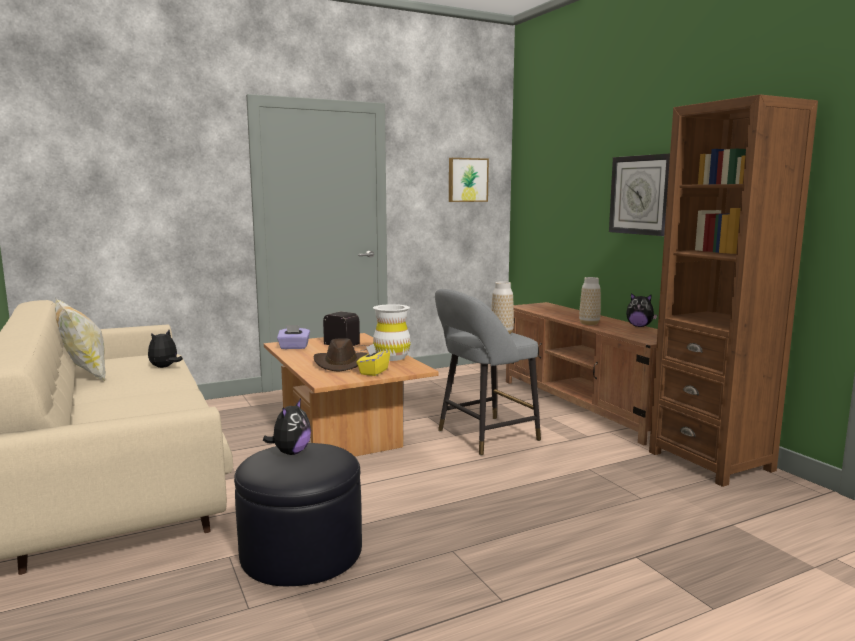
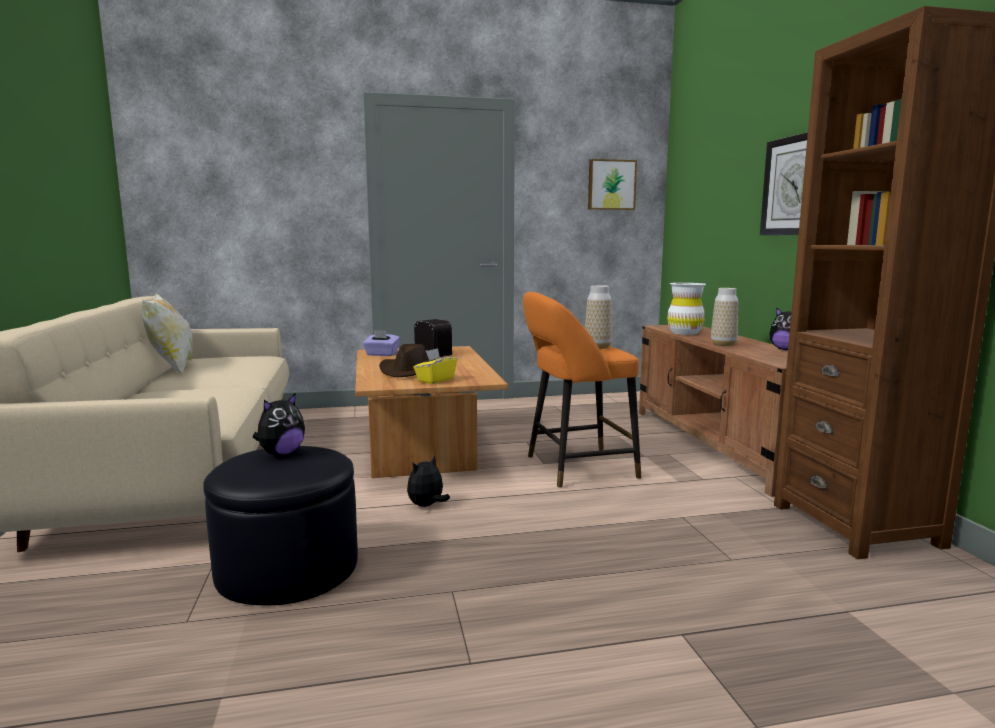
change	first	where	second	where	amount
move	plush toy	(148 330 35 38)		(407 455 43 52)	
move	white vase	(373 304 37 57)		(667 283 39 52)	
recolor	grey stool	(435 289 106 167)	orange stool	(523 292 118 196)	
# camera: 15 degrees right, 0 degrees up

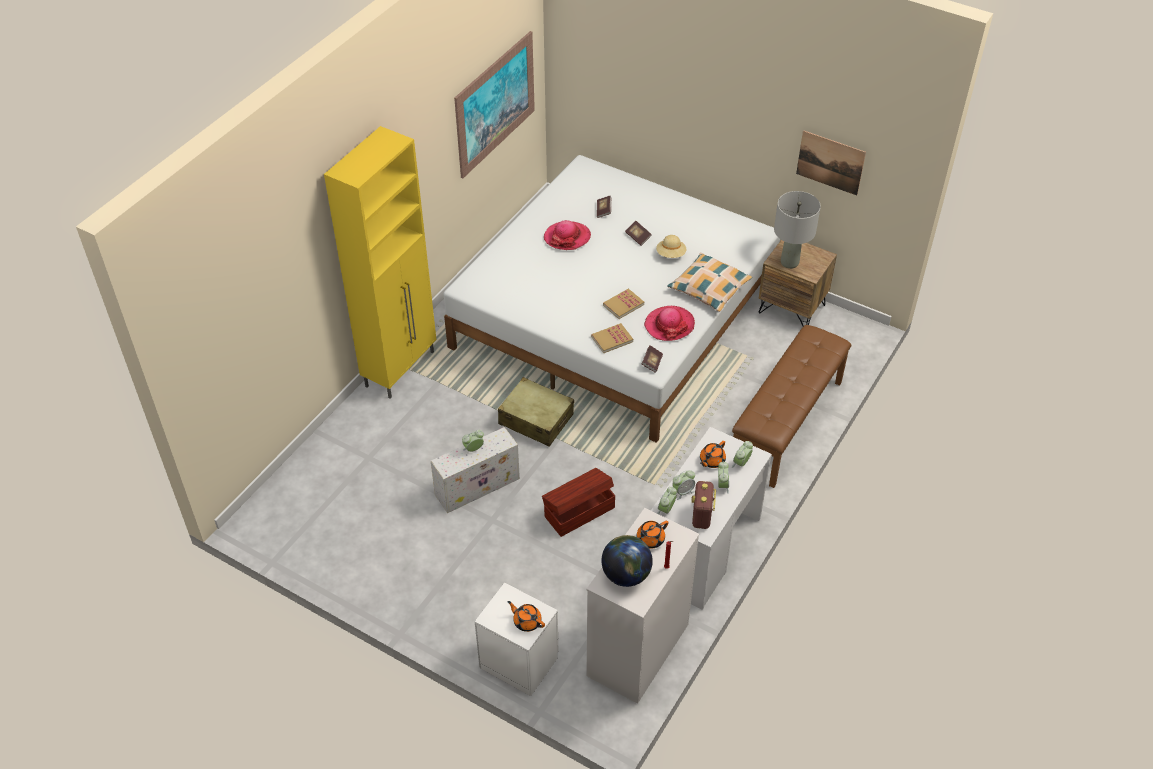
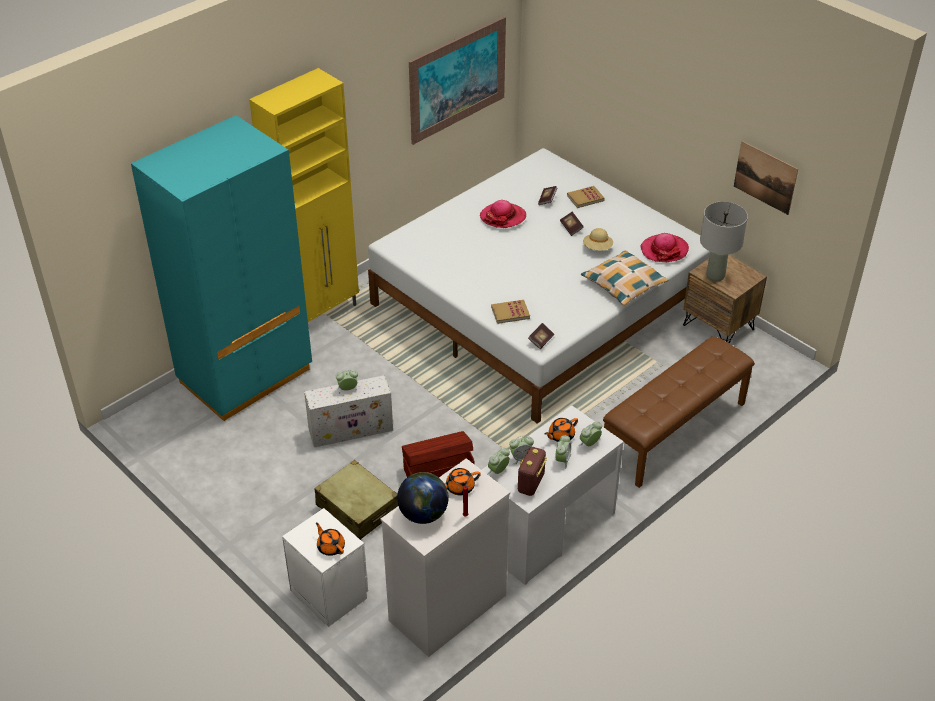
change	first	where	second	where	amount
move	beige suitcase	(498 377 76 70)		(314 460 84 80)	
move	book	(603 289 41 30)		(567 186 38 22)	
move	hat	(644 306 51 35)		(640 233 49 29)	
insert			turquoise wardrobe	(131 115 181 306)	
# camera: 15 degrees right, 5 degrees down

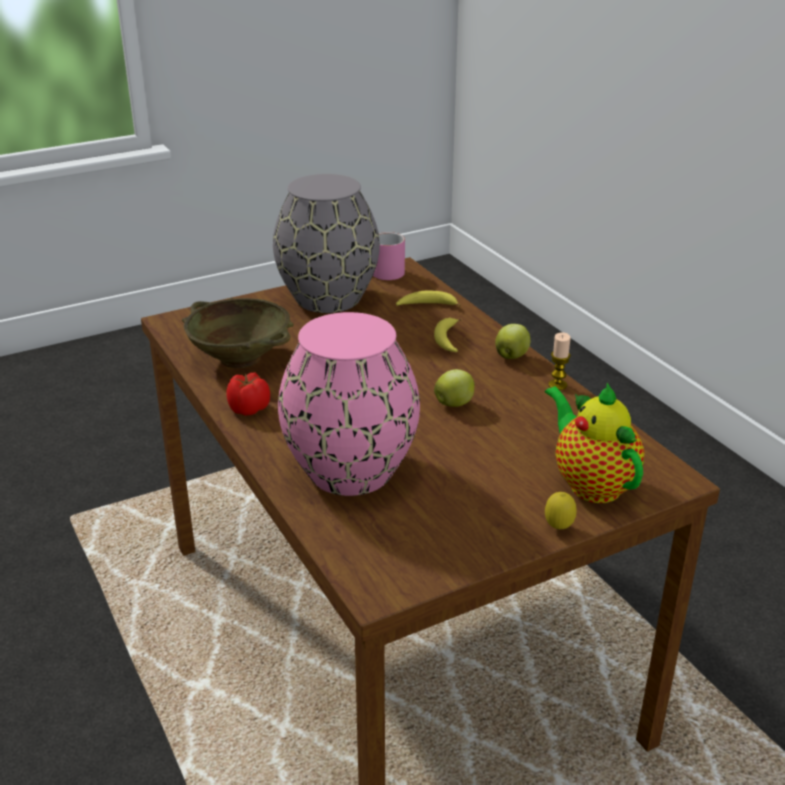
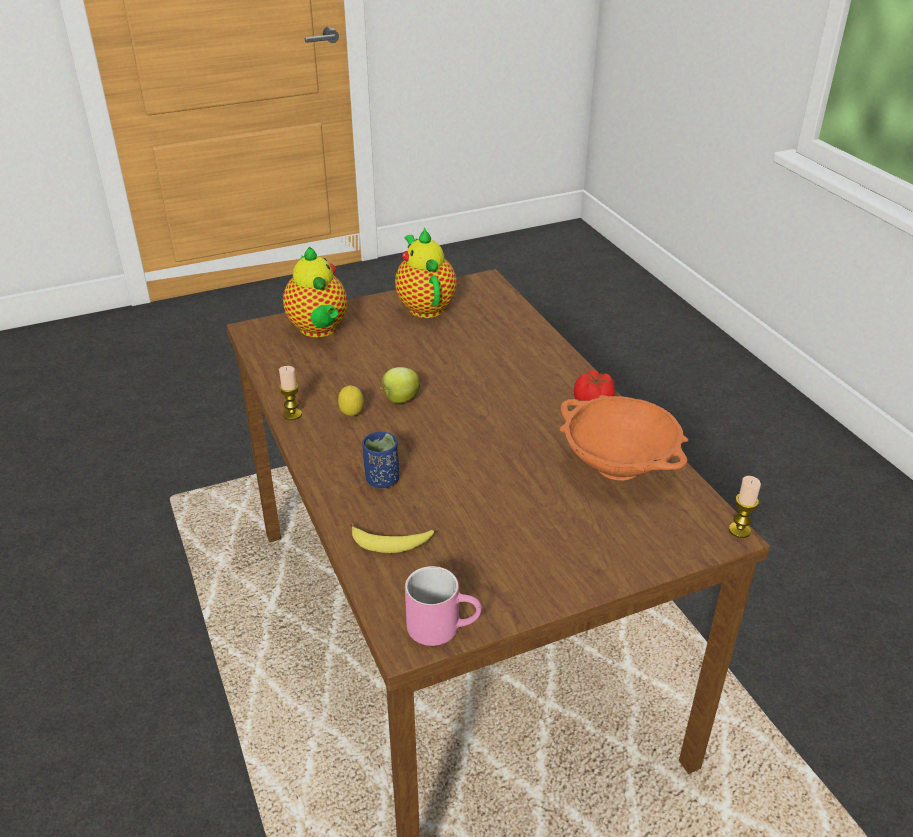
change	first	where	second	where	amount
recolor	beige bowl	(182 298 112 70)	orange bowl	(560 395 128 85)	
delete	grey vase	(273 174 107 139)			
delete	pink vase	(278 312 142 184)			
replace	banana	(434 318 28 34)	blue cup	(362 432 37 56)	
delete	apple	(495 324 35 35)			
move	lemon	(545 492 32 37)		(338 385 26 31)	
insert			teapot	(395 227 62 91)	
insert			candle	(729 476 32 62)	
# camera: 175 degrees left, 5 degrees up

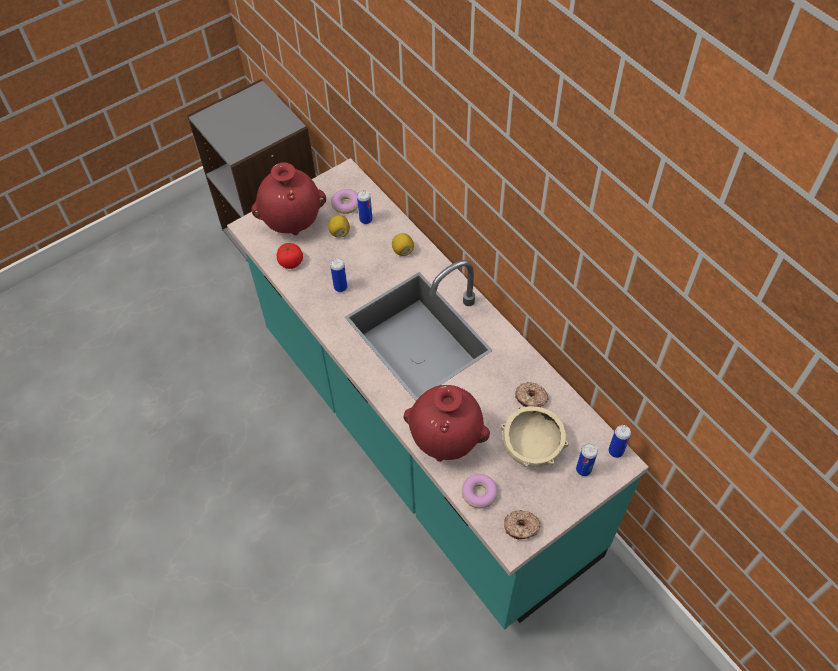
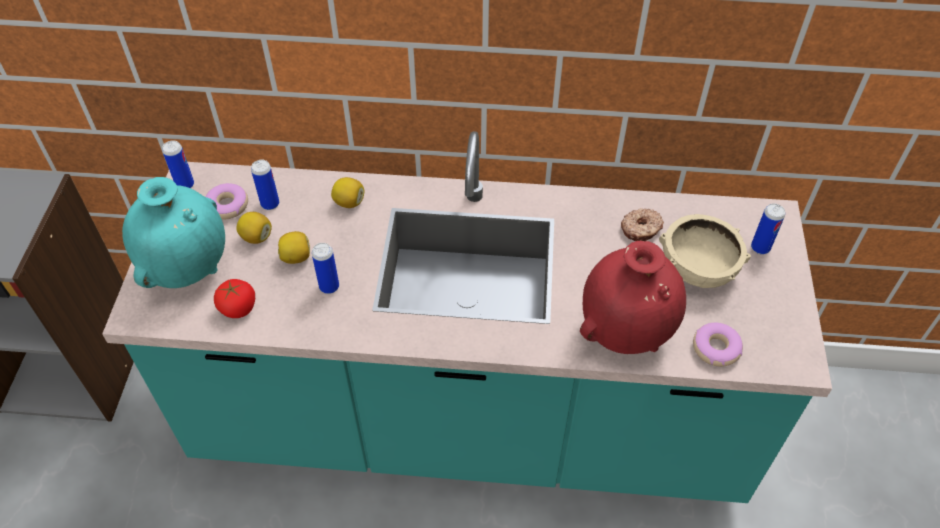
change	first	where	second	where	amount
recolor	red vase	(251 162 75 73)	turquoise vase	(122 177 103 111)	
delete	donut	(504 510 37 30)			
move	can	(608 425 23 33)		(162 140 32 48)	
insert			lemon	(278 231 32 33)	
# camera: 50 degrees left, 5 degrees down

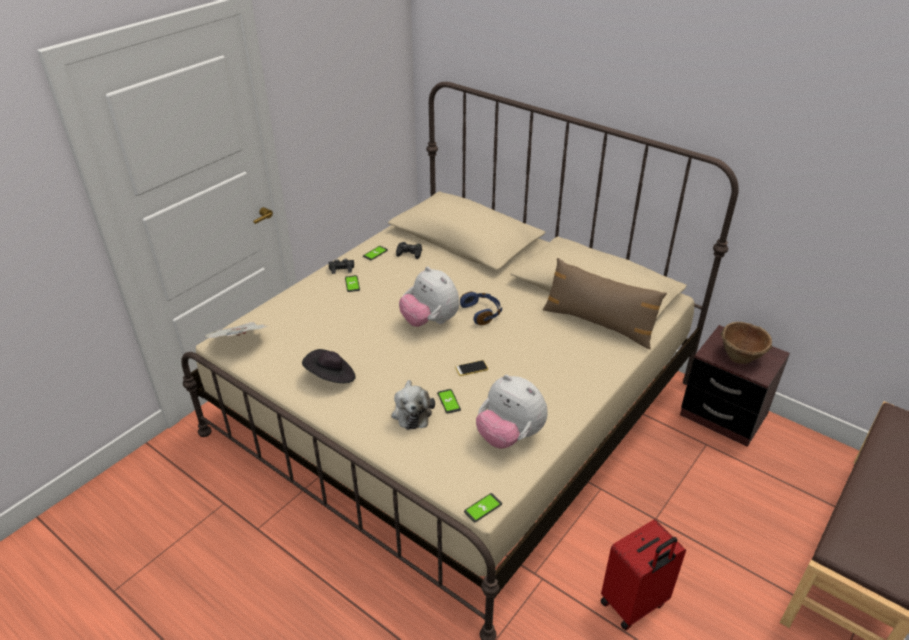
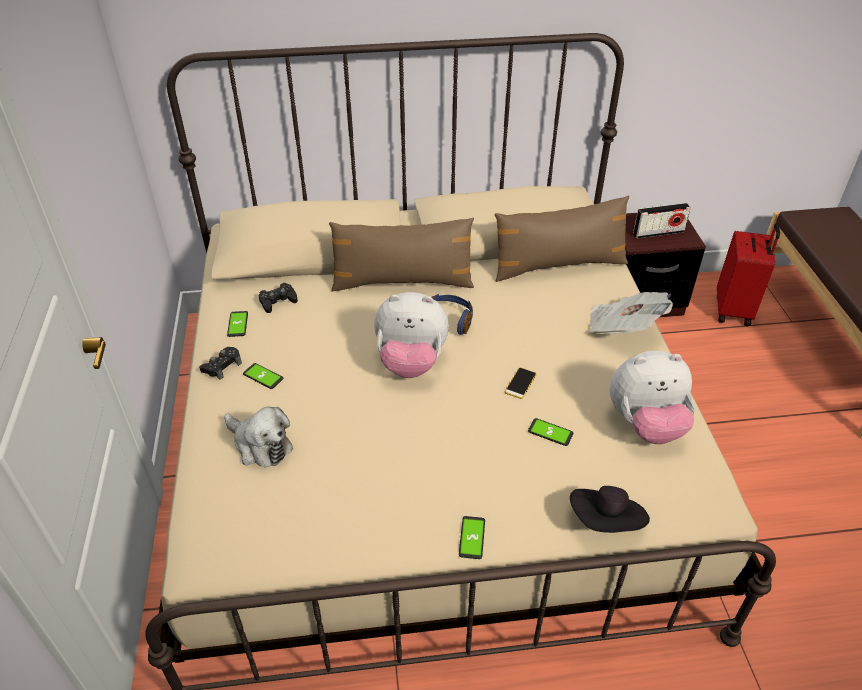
change	first	where	second	where	amount
move	newspaper	(205 322 62 16)		(588 292 85 42)	
move	black hat	(302 349 54 34)		(570 486 80 47)	
move	plush toy	(391 380 44 50)		(224 407 69 60)	
move	phone	(464 493 38 29)		(459 516 26 43)	
move	red suitcase	(601 519 85 111)		(717 223 63 104)	
replace	brown bowl	(720 322 52 42)	radio	(633 203 58 36)	
insert			brown pillow	(329 218 145 74)	
# camera: 45 degrees left, 5 degrees up

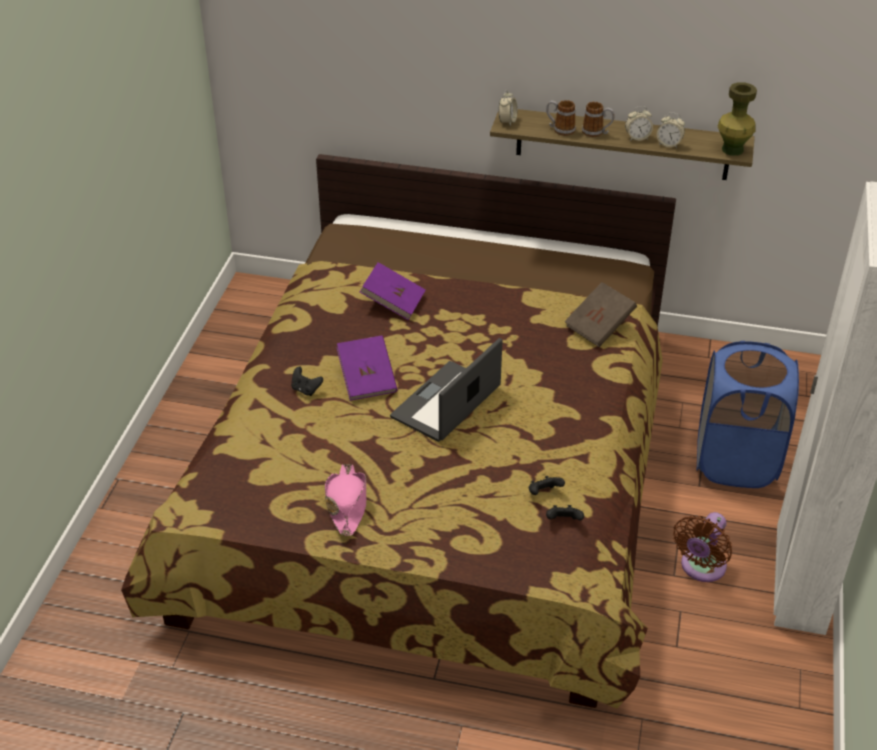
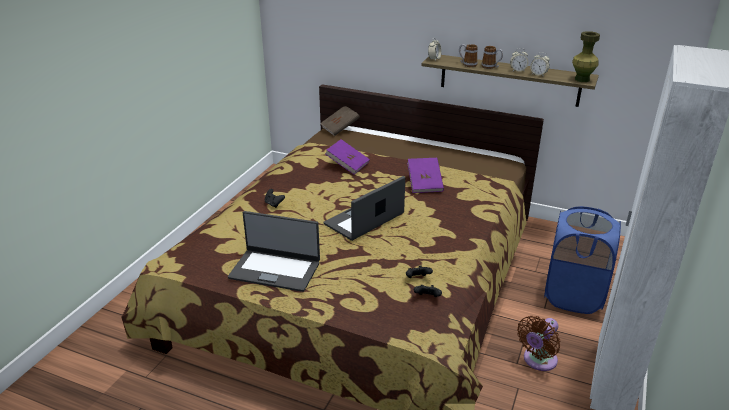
change	first	where	second	where	amount
replace	pink hat	(325 464 41 72)	laptop	(228 211 92 81)	
move	purple book	(336 336 62 65)		(407 158 37 35)	
move	brown book	(565 282 72 65)		(320 106 40 30)	
# camera: 10 degrees right, 10 degrees down

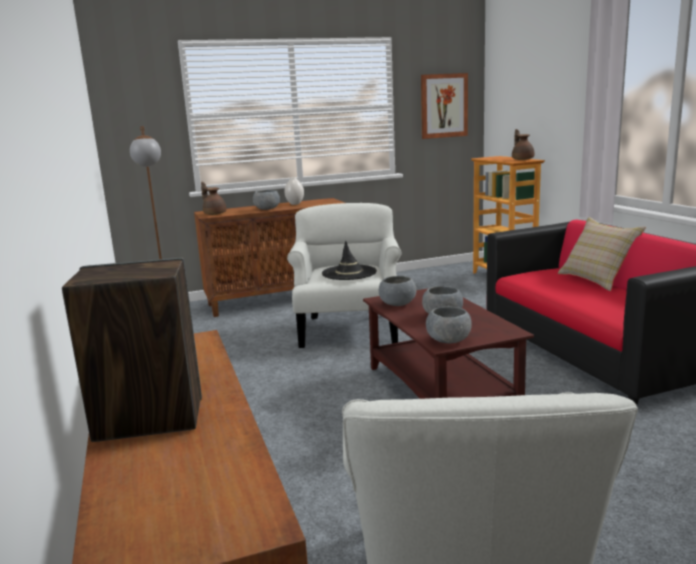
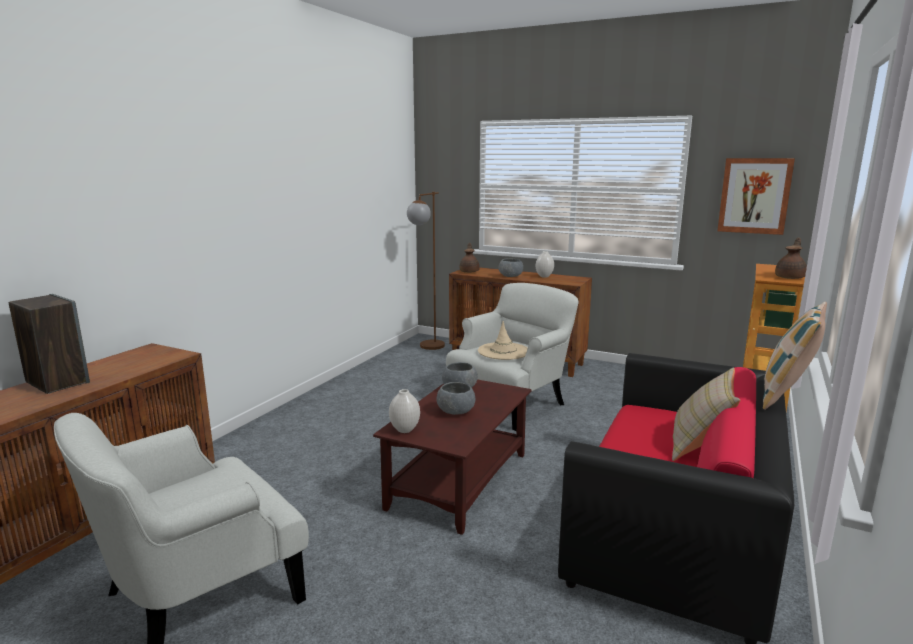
change	first	where	second	where	amount
recolor	black hat	(322 241 55 39)	beige hat	(478 321 50 39)	
replace	grey bowl	(426 306 46 37)	white vase	(389 389 31 44)	
insert			pillow	(763 301 64 109)	
# camera: 45 degrees right, 0 degrees up

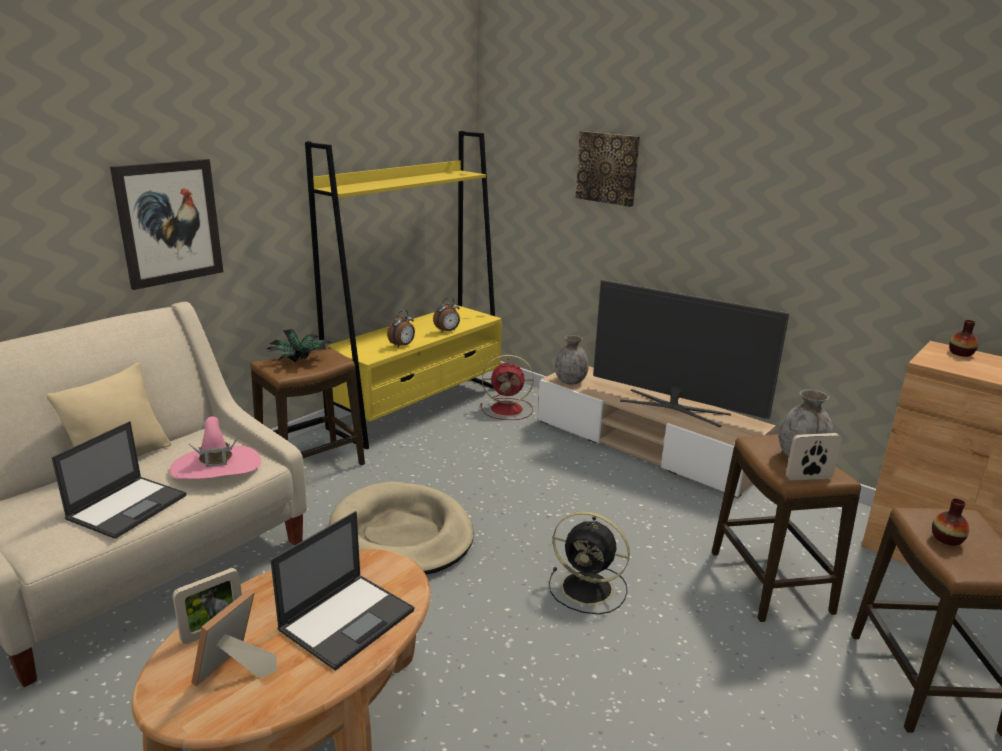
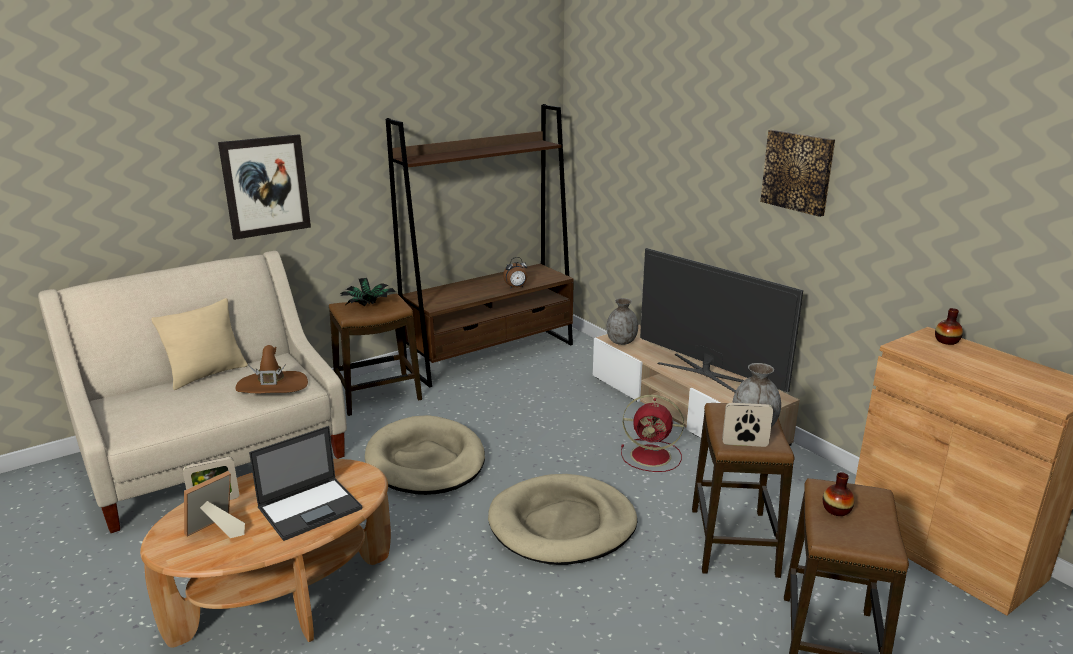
change	first	where	second	where	amount
delete	laptop	(51 421 135 118)			
recolor	pink hat	(170 416 91 63)	brown hat	(236 345 72 48)	
recolor	yellow bookcase	(305 131 197 319)	brown bookcase	(386 104 188 284)	
delete	alarm clock	(387 310 28 37)			
move	red fan	(480 355 54 65)		(621 395 63 77)	
replace	black fan	(549 511 81 103)	beige dog bed	(488 474 149 91)	
move	picture	(576 131 64 76)		(760 130 75 87)	
# camera: 15 degrees right, 0 degrees up

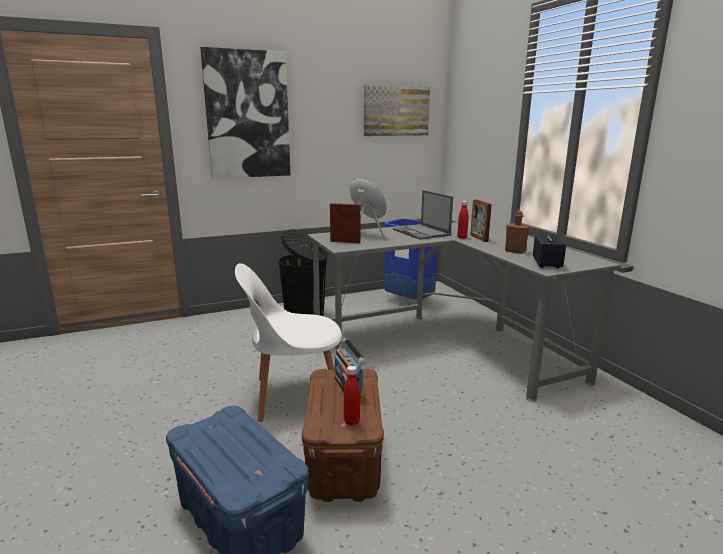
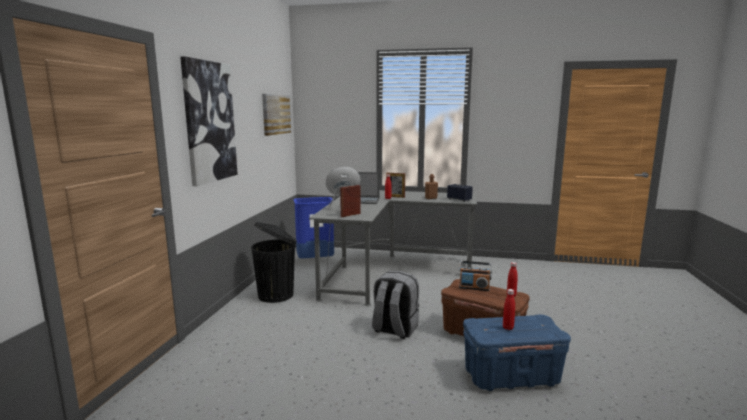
change	first	where	second	where	amount
replace	white chair	(235 263 107 159)	grey backpack	(372 271 47 68)	
insert			red bottle	(503 289 12 41)	
# camera: 55 degrees left, 5 degrees down

